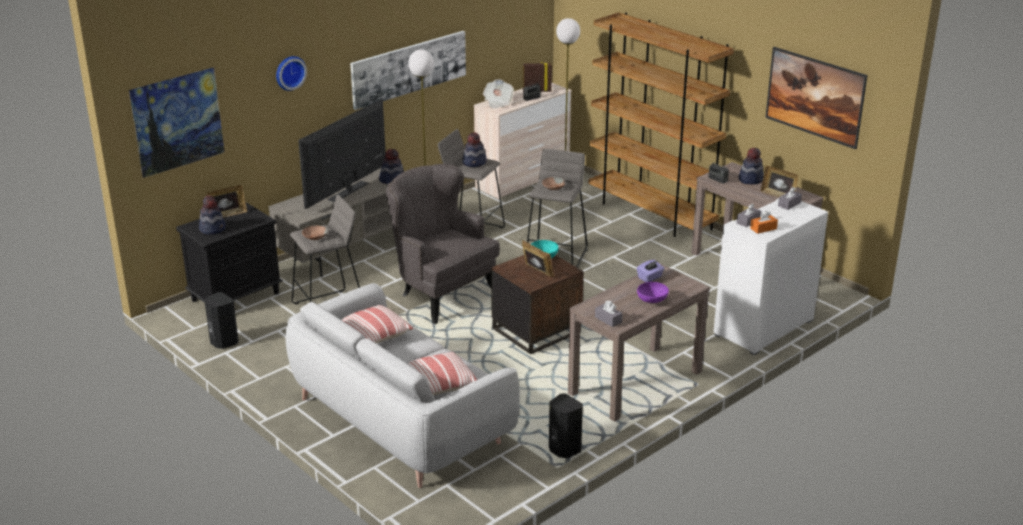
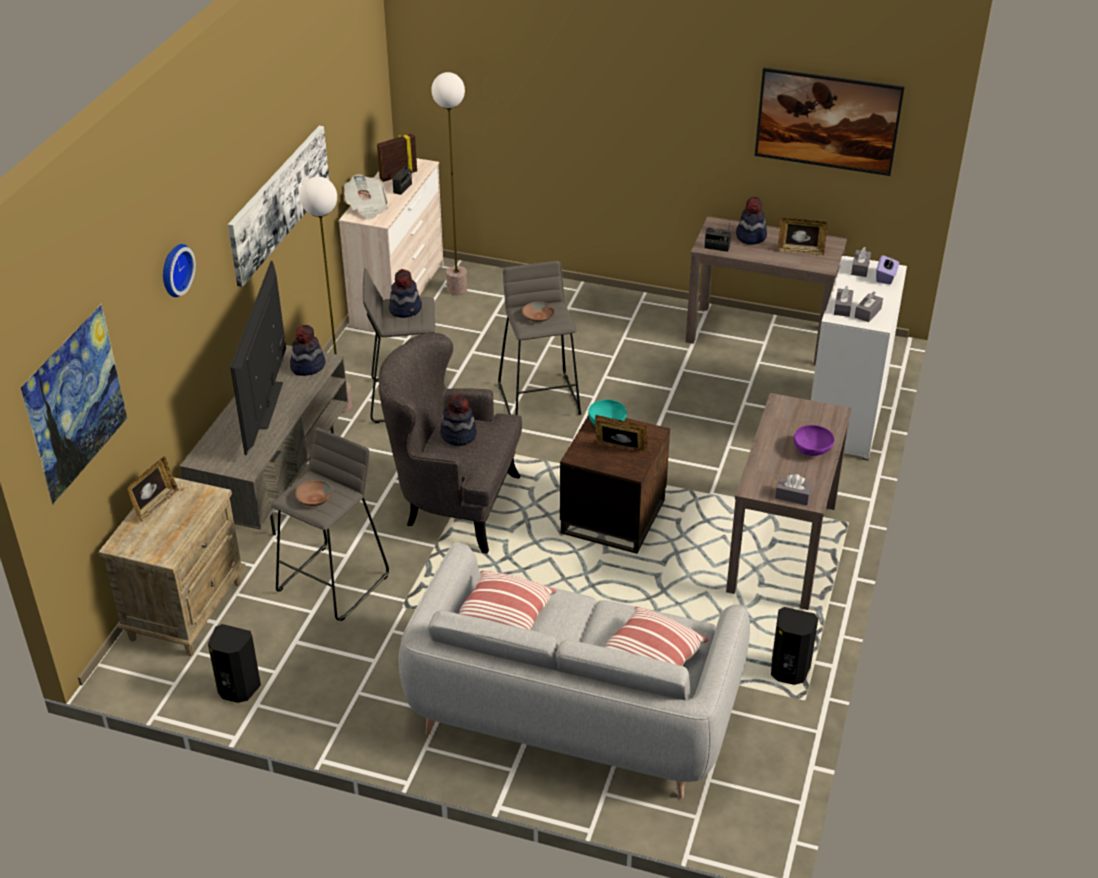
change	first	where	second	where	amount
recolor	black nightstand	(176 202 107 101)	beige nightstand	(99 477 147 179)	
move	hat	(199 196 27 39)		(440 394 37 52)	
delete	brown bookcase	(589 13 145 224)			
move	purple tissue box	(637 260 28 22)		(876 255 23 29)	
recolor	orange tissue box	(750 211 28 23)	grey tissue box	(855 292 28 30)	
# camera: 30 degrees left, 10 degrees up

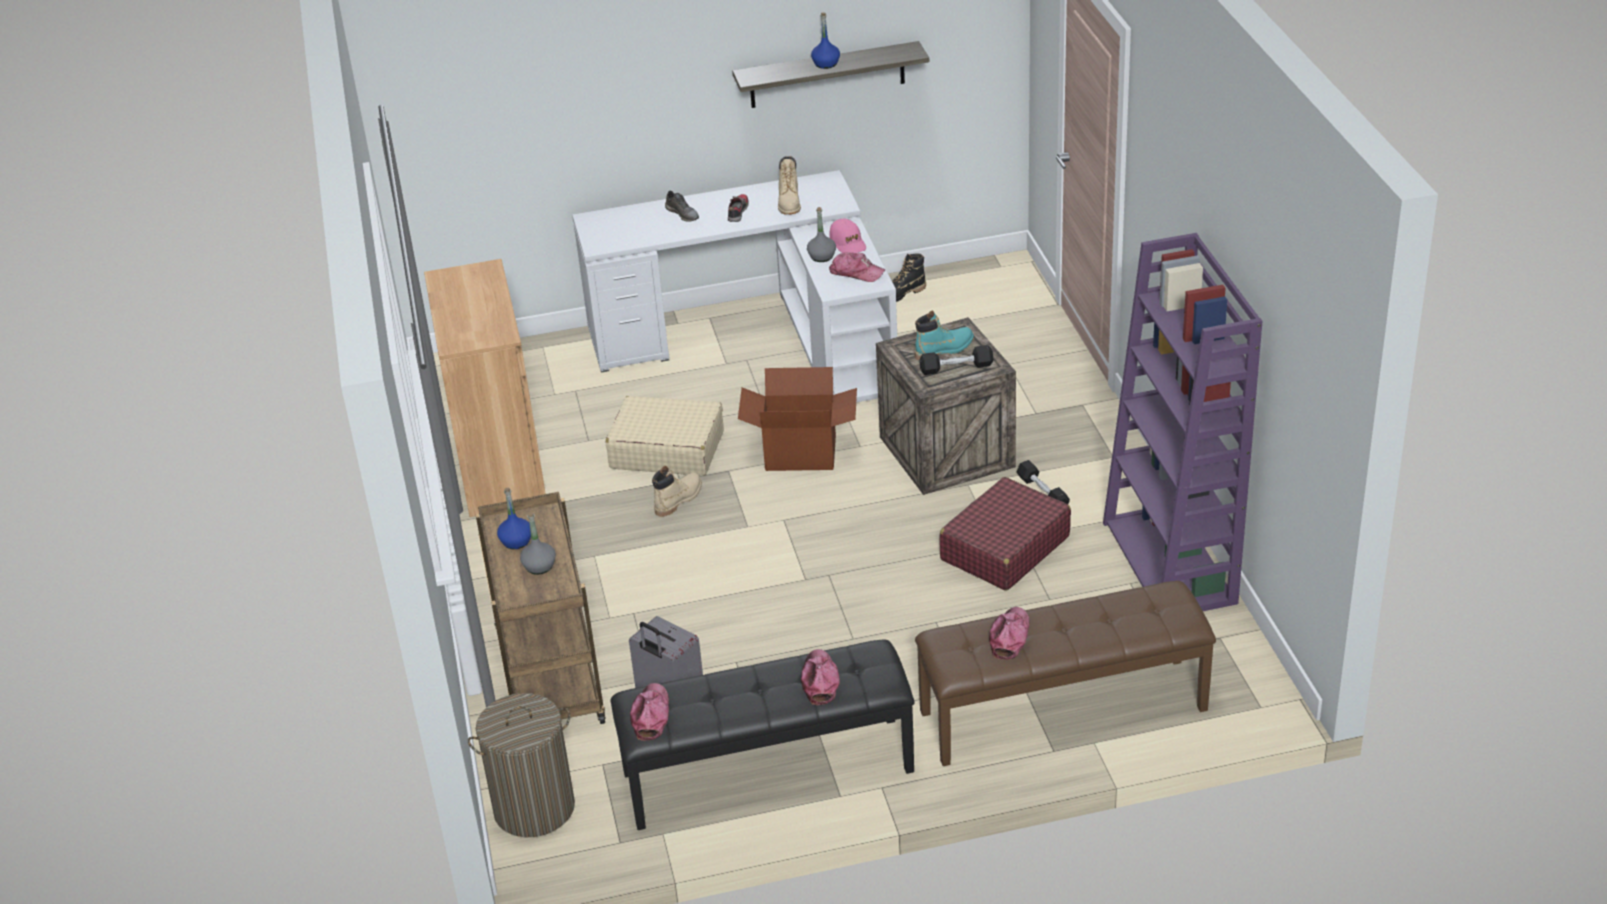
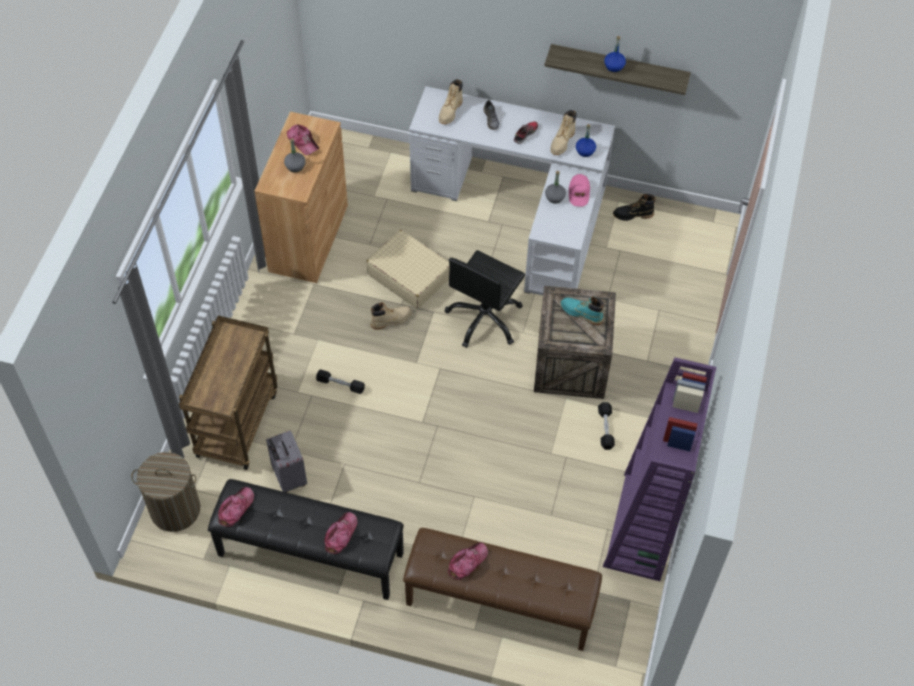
change	first	where	second	where	amount
move	blue bottle	(497 488 34 61)		(576 124 20 33)	
move	grey bottle	(520 512 36 63)		(284 138 22 34)	
replace	cardboard box	(738 367 119 104)	black office chair	(445 250 80 98)	
move	cap	(829 252 56 30)		(287 125 32 30)	
rotate	turquoise boot	(915 311 59 50)		(561 296 43 30)	150 degrees counterclockwise
move	black dumbbell	(919 345 74 30)		(316 369 49 25)	
delete	red suitcase	(939 477 132 114)			
insert			beige boot	(439 79 24 45)	
# camera: 25 degrees right, 20 degrees up

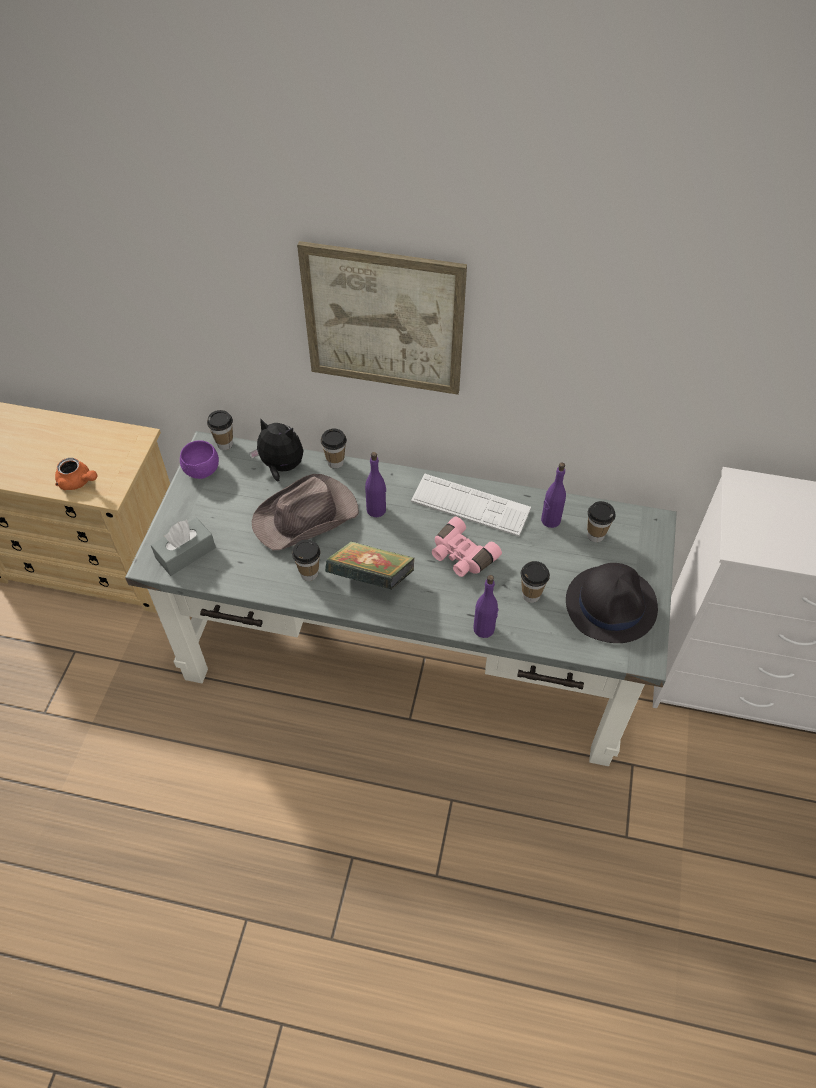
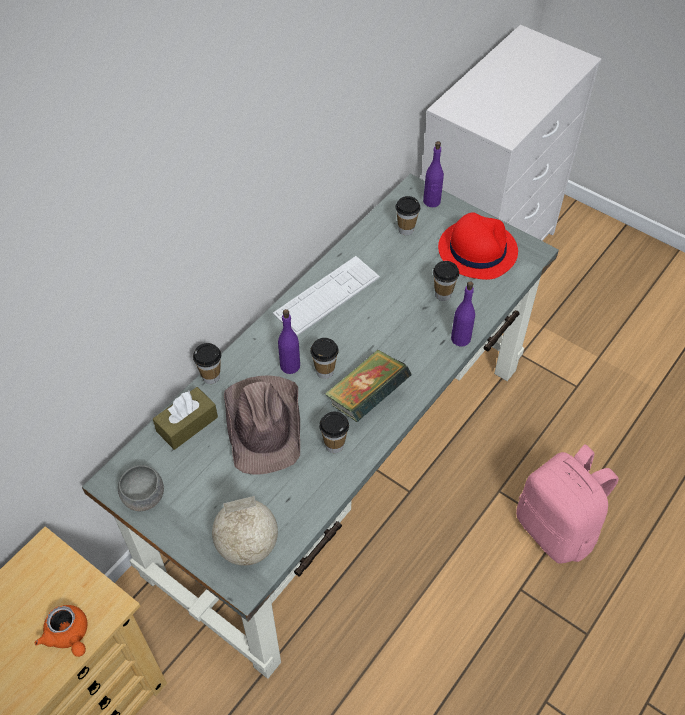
change	first	where	second	where	amount
rotate	orange teapot	(55 458 42 32)		(35 605 53 52)	90 degrees clockwise
replace	grey tissue box	(151 518 65 58)	globe	(212 496 66 70)	
recolor	purple bowl	(180 440 39 39)	grey bowl	(118 465 46 46)	
move	cup	(207 410 26 40)		(310 338 29 41)	
replace	plush toy	(249 418 55 64)	brown tissue box	(153 387 65 63)	
delete	picture	(297 241 170 154)			
delete	pink binoculars	(432 517 70 60)			
move	purple bottle	(541 463 25 65)		(423 141 21 66)	
recolor	black hat	(566 563 92 80)	red hat	(438 212 80 68)	
insert			pink backpack	(516 444 103 119)	
# camera: 65 degrees left, 0 degrees up

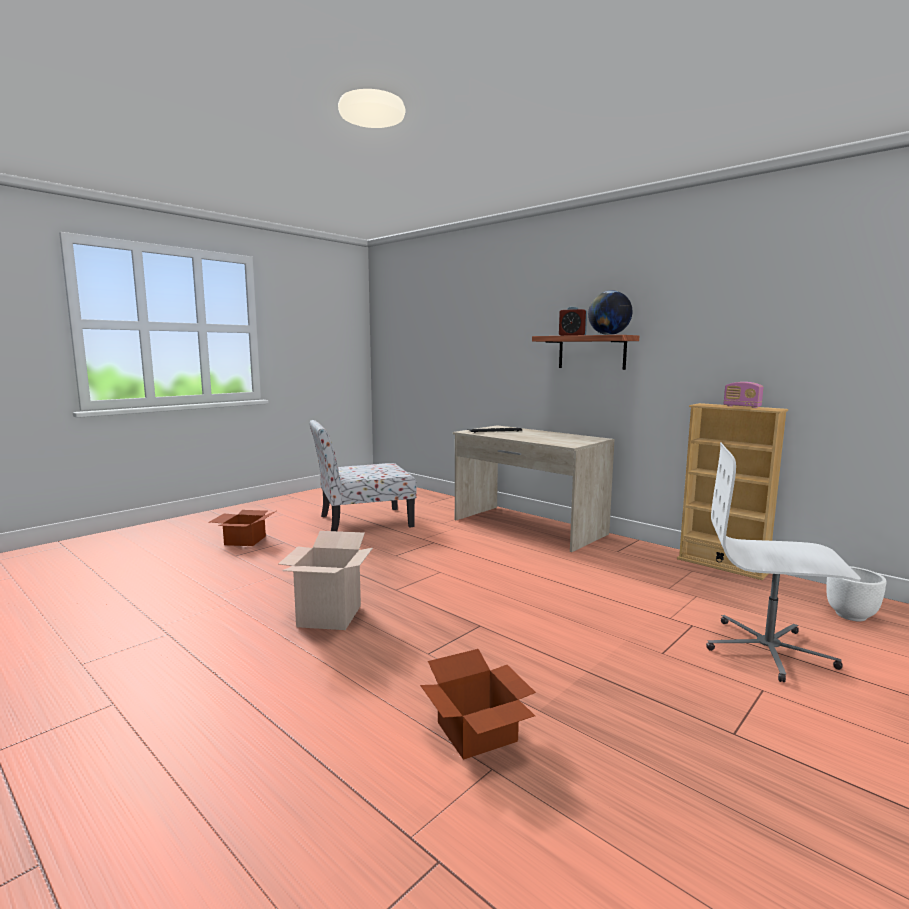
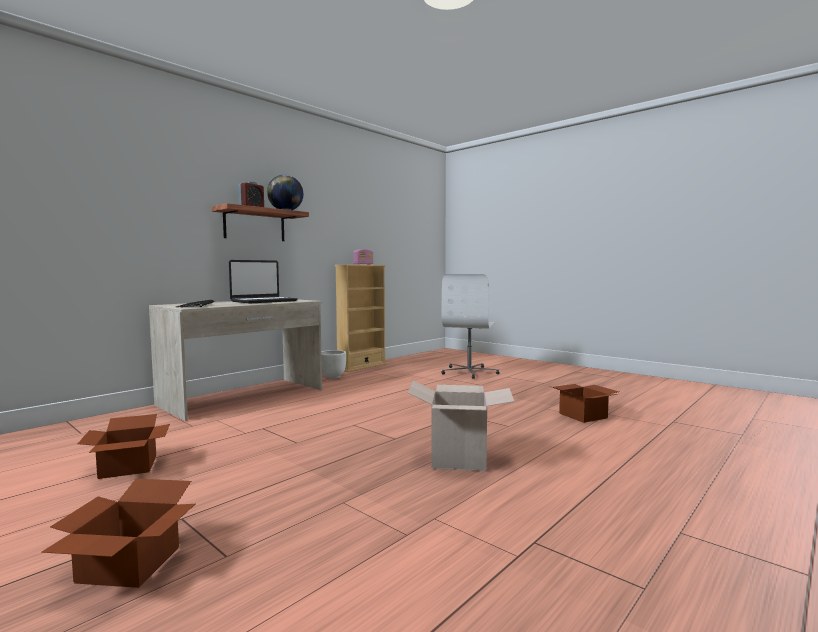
change	first	where	second	where	amount
replace	chair	(309 420 108 111)	cardboard box	(77 414 93 65)	
move	white planter	(826 566 60 56)		(321 350 25 29)	
insert			laptop	(229 260 69 44)	
# camera: 90 degrees left, 5 degrees down

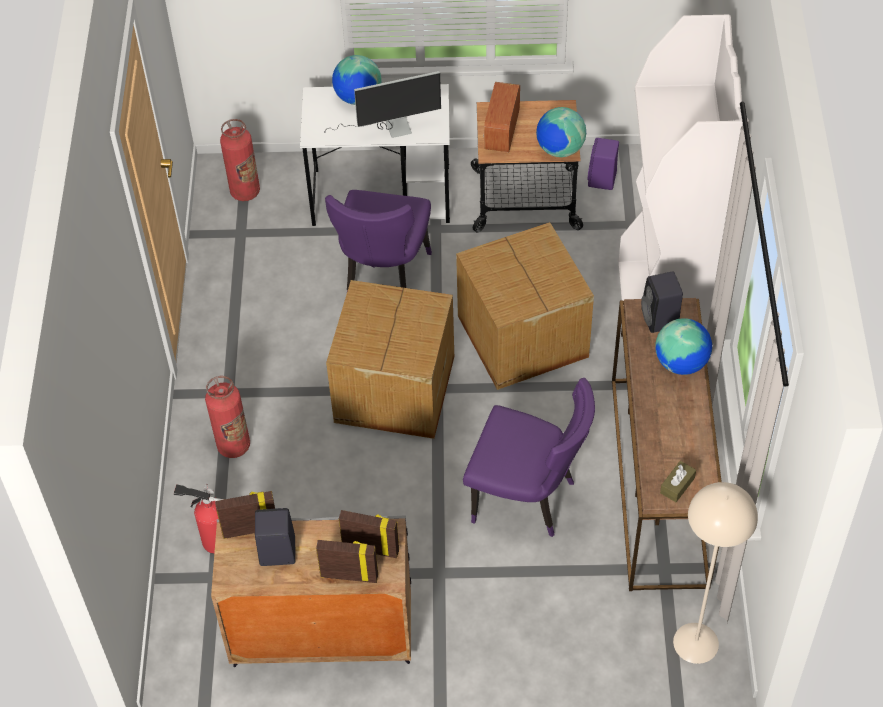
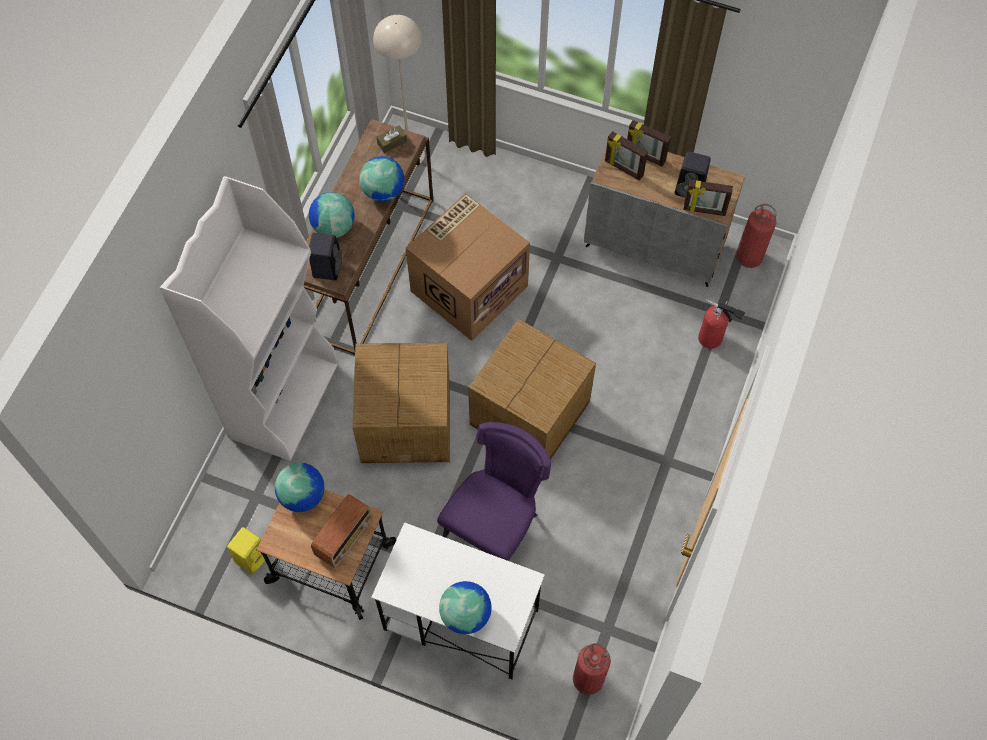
change	first	where	second	where	amount
move	fire extinguisher	(205 376 45 82)		(737 204 40 64)	
delete	monitor	(324 71 117 67)			
replace	purple chair	(463 378 132 159)	cardboard box	(406 193 124 148)	
recolor	purple speaker	(588 138 31 52)	yellow speaker	(227 527 41 47)	
insert			globe	(359 156 45 46)	
# camera: 160 degrees left, 10 degrees up

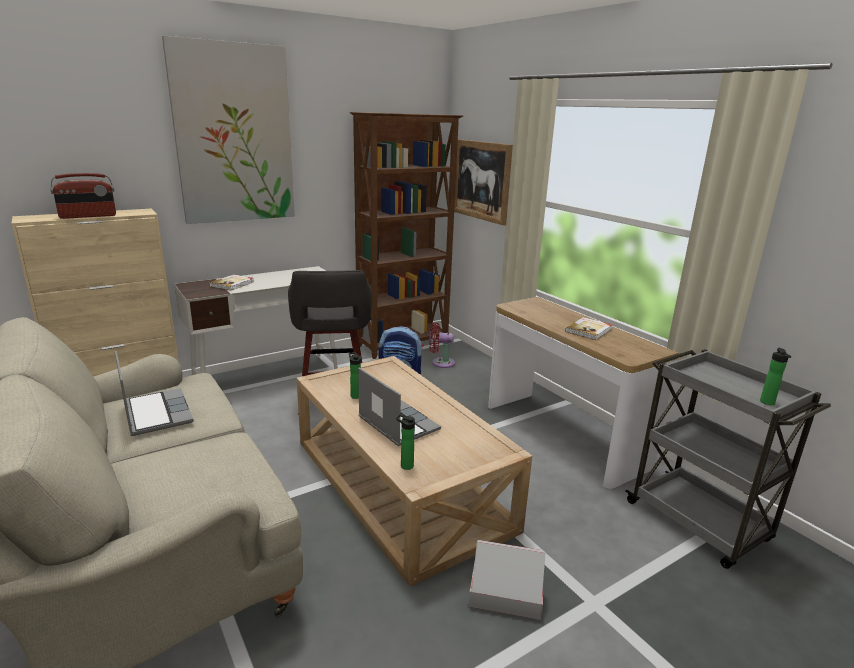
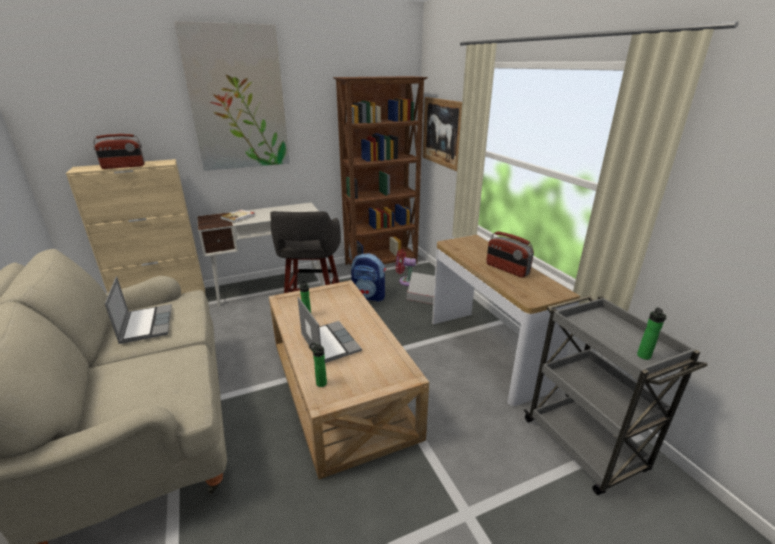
change	first	where	second	where	amount
move	cardboard box	(469 540 76 80)		(407 272 28 32)	
replace	book	(565 317 48 23)	radio	(486 231 48 47)	
# camera: 10 degrees right, 5 degrees up

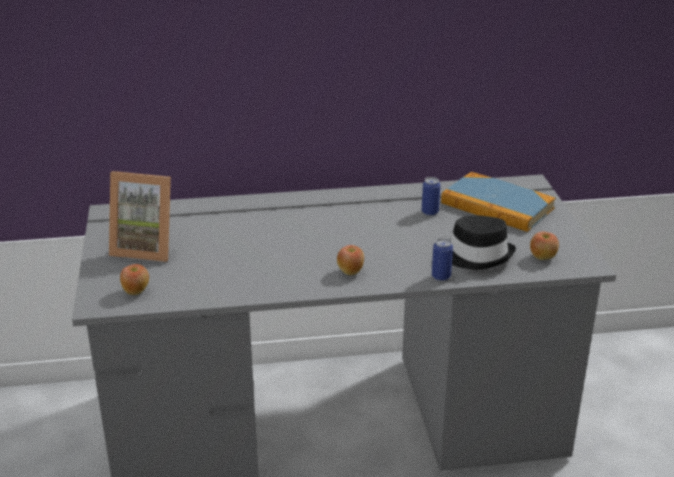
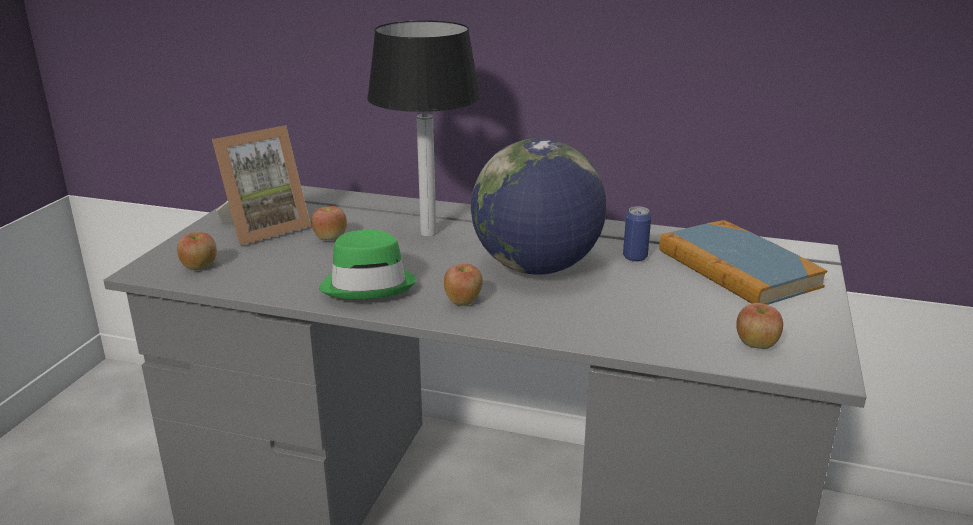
change	first	where	second	where	amount
rotate	picture frame	(109 171 62 91)		(212 125 99 120)	75 degrees counterclockwise
delete	can	(432 238 21 43)			
delete	black hat	(449 215 67 54)			
insert			apple	(311 206 36 34)	
insert			green hat	(319 230 98 69)	
insert			table lamp	(367 20 114 216)	
insert			globe	(471 138 135 137)	
# camera: 25 degrees right, 5 degrees down

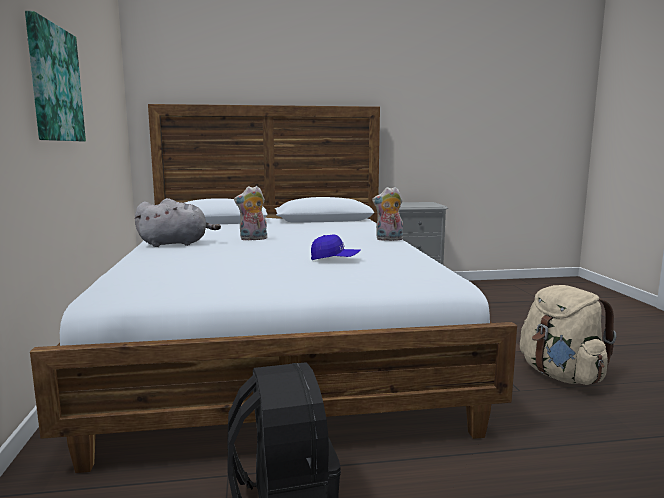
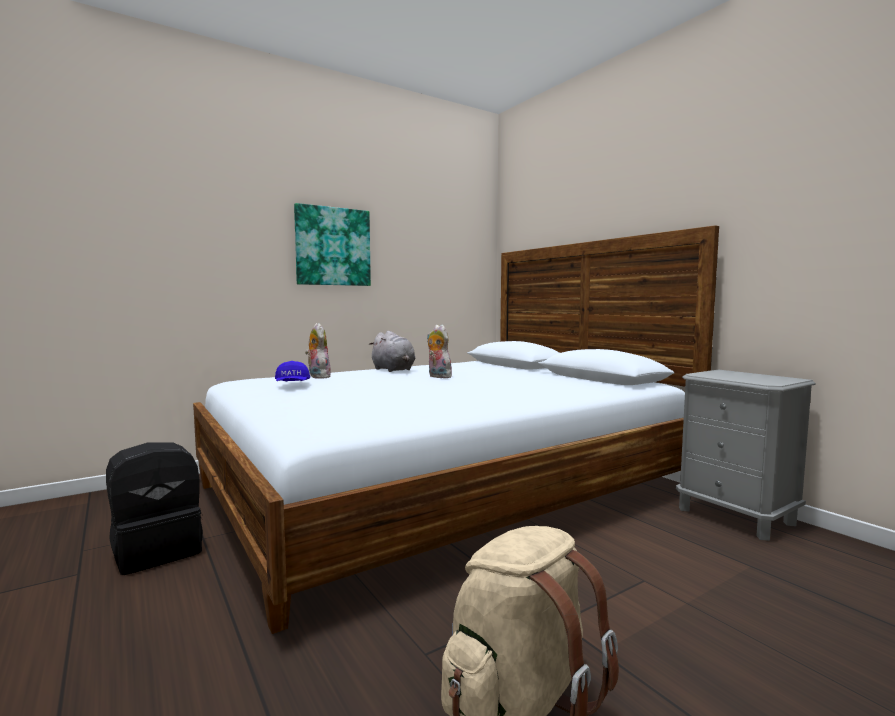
change	first	where	second	where	amount
move	blue cap	(311 234 50 26)		(275 361 35 21)	
move	plush toy	(372 187 31 54)		(305 323 26 56)	
# camera: 65 degrees right, 5 degrees down

